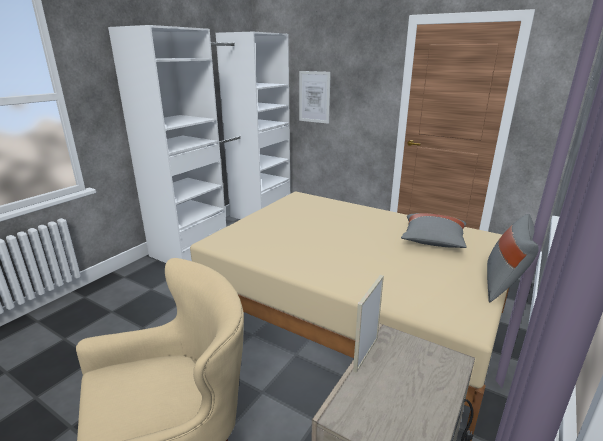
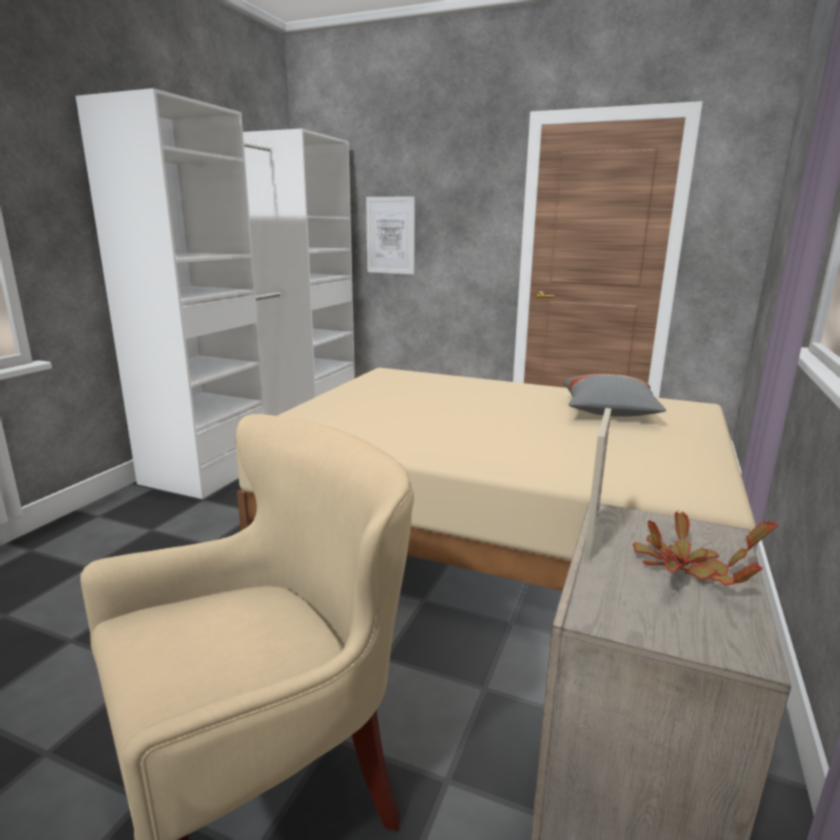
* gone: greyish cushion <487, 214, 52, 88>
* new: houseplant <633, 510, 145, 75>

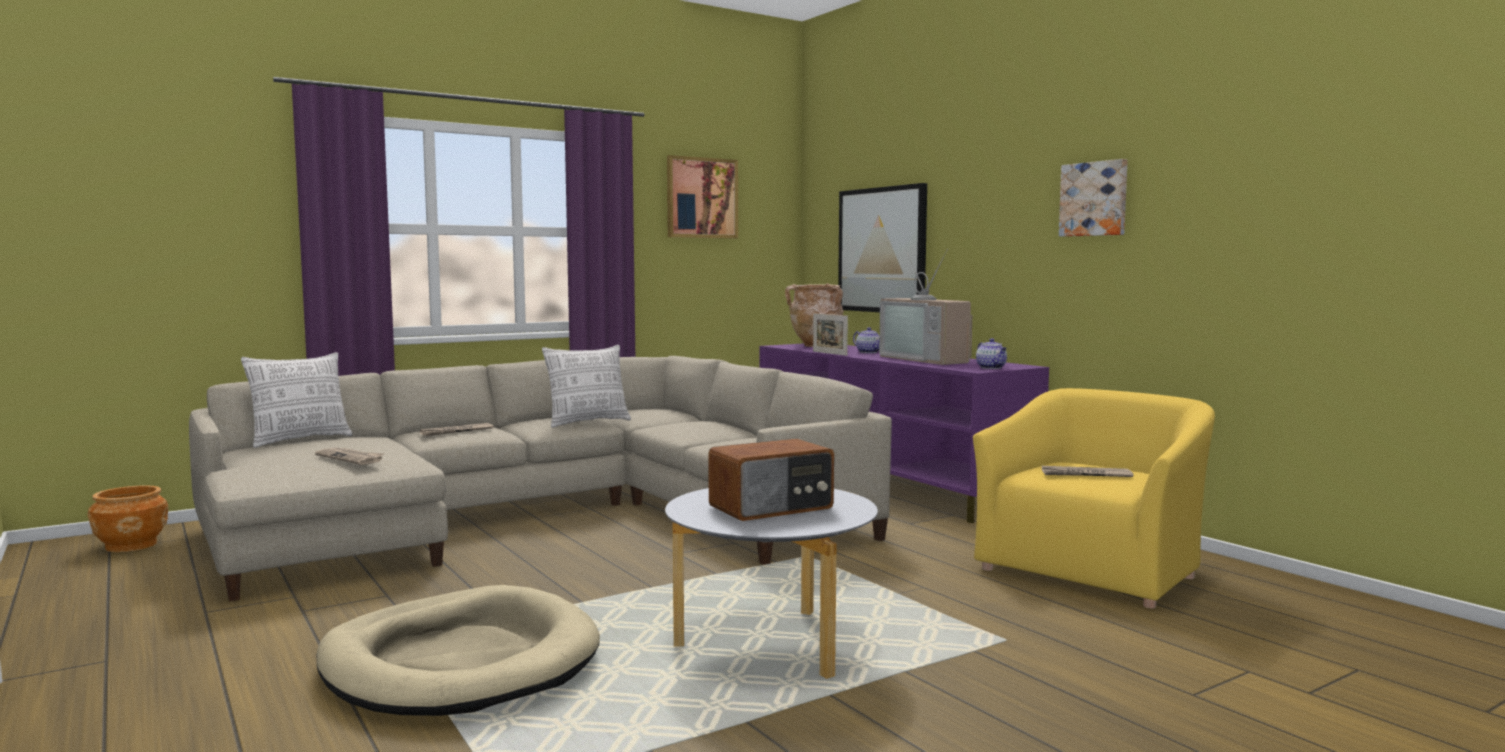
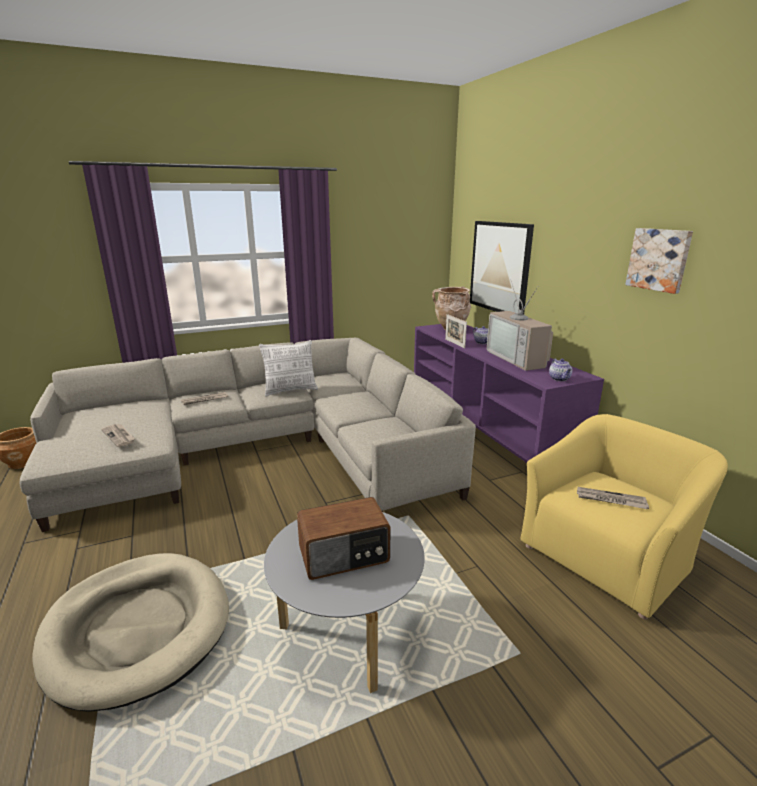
* gone: wall art <667, 155, 71, 84>
* gone: cushion <241, 352, 111, 96>

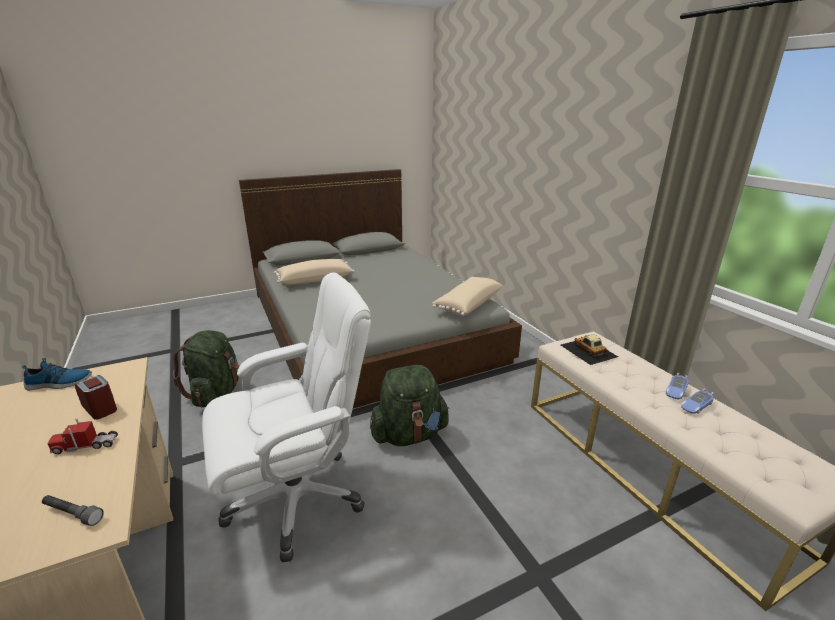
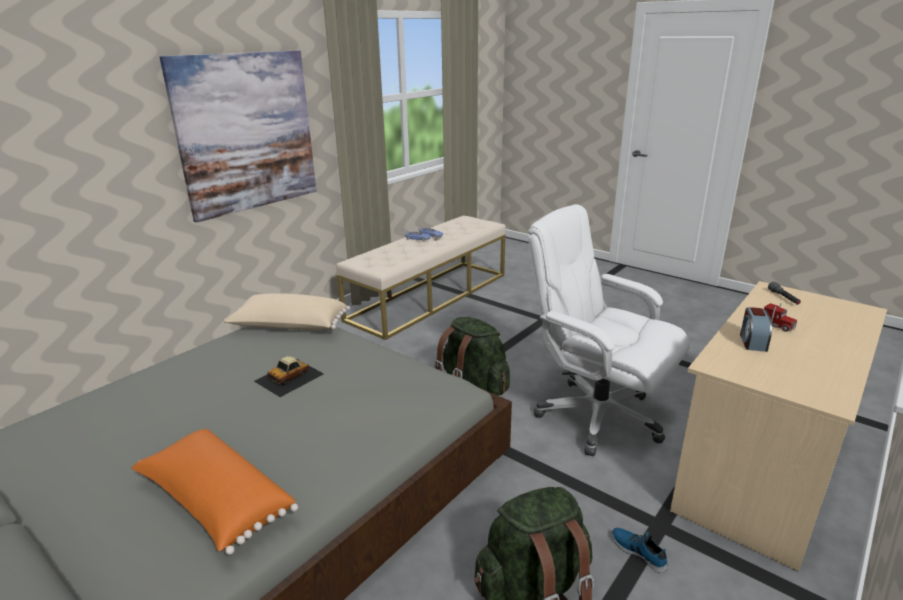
* repainted: sand-coloured cushion <274, 259, 81, 26> to orange-coloured cushion <132, 429, 166, 126>
* shifted: miniature car <561, 335, 57, 30> to <254, 356, 70, 41>
* shifted: item of footwear <22, 358, 70, 32> to <612, 528, 56, 45>
* new: wall art <160, 50, 156, 173>

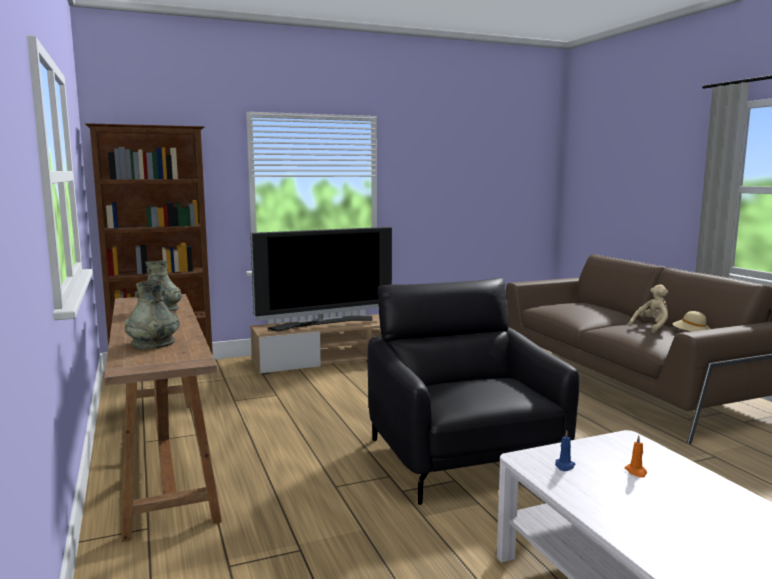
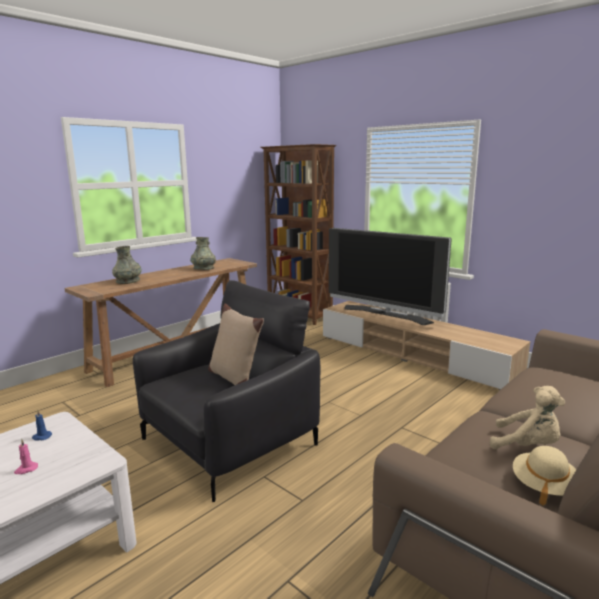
* repainted: orange-coloured candle <624, 435, 23, 43> to pink candle <14, 439, 24, 35>
* new: sand-coloured cushion <208, 304, 56, 81>

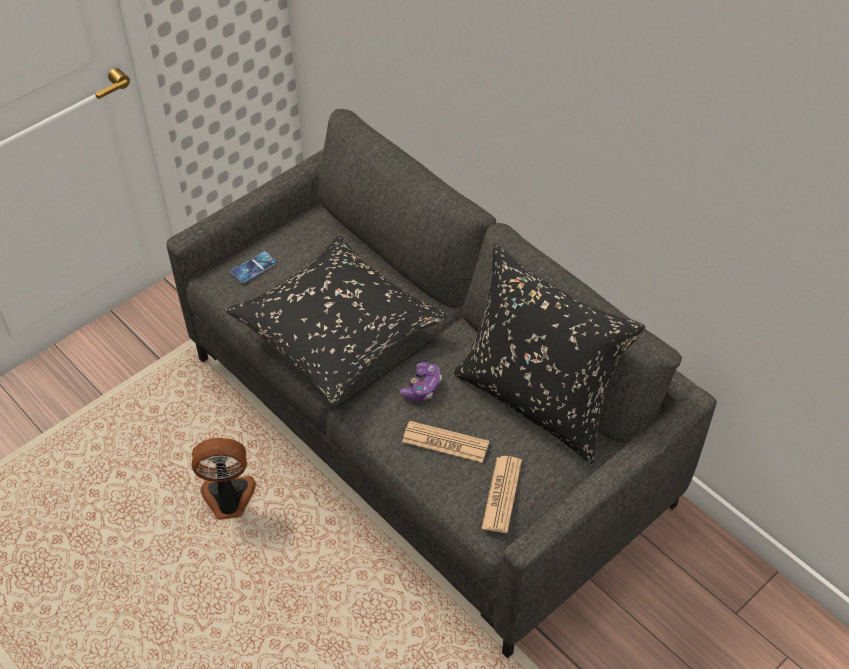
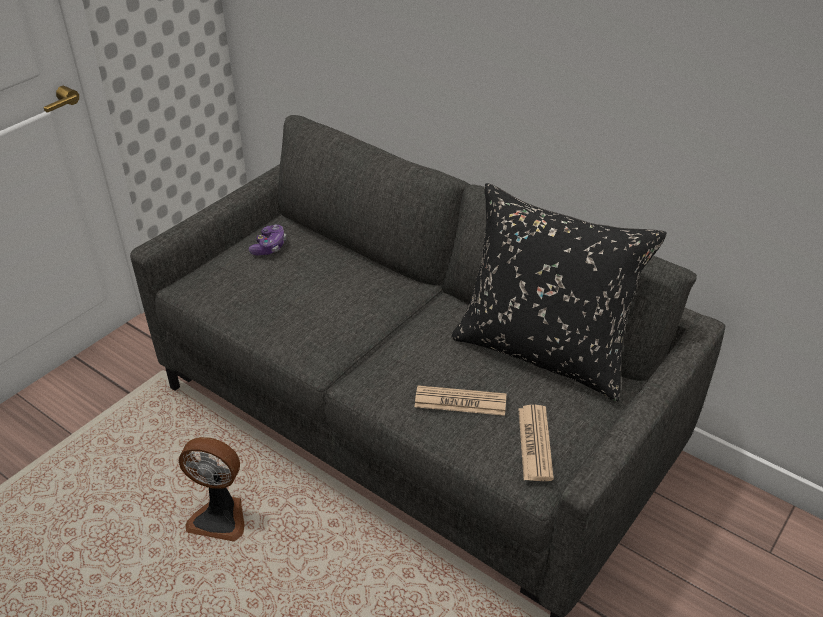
* gone: black cushion <225, 236, 224, 169>
* gone: phone <230, 251, 47, 32>
* shifted: gamepad <400, 362, 42, 39> to <249, 224, 37, 31>
* rotated: cooling fan <192, 438, 64, 82> = <179, 437, 65, 105> 150 degrees counterclockwise

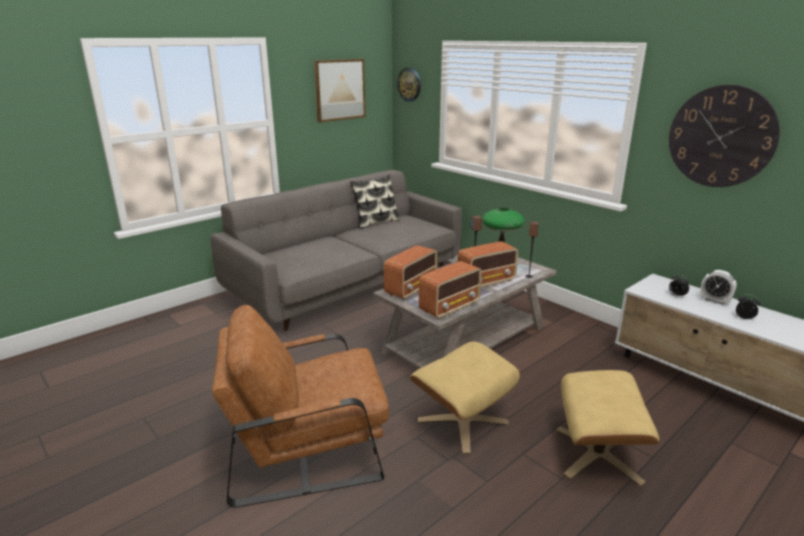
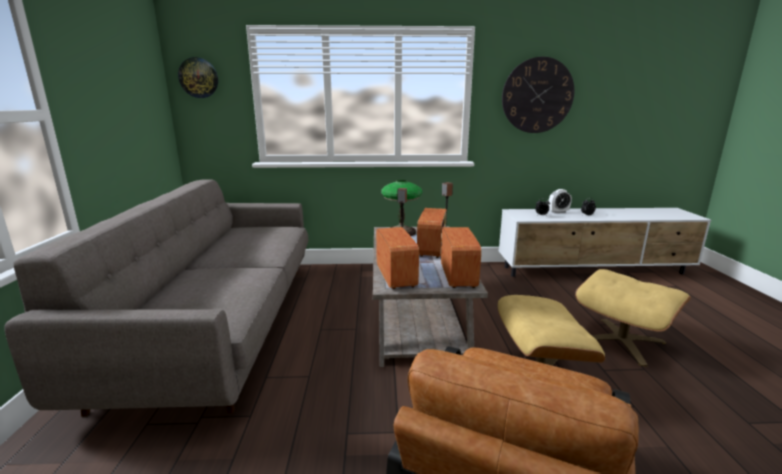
* gone: wall art <314, 59, 52, 63>
* gone: cushion <350, 174, 50, 55>

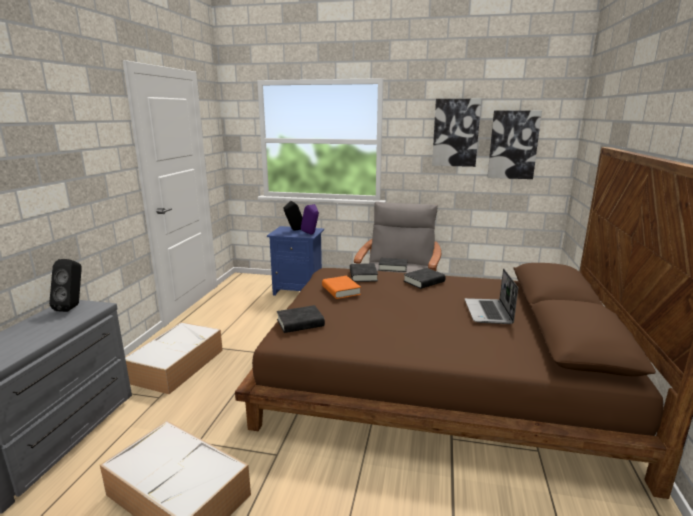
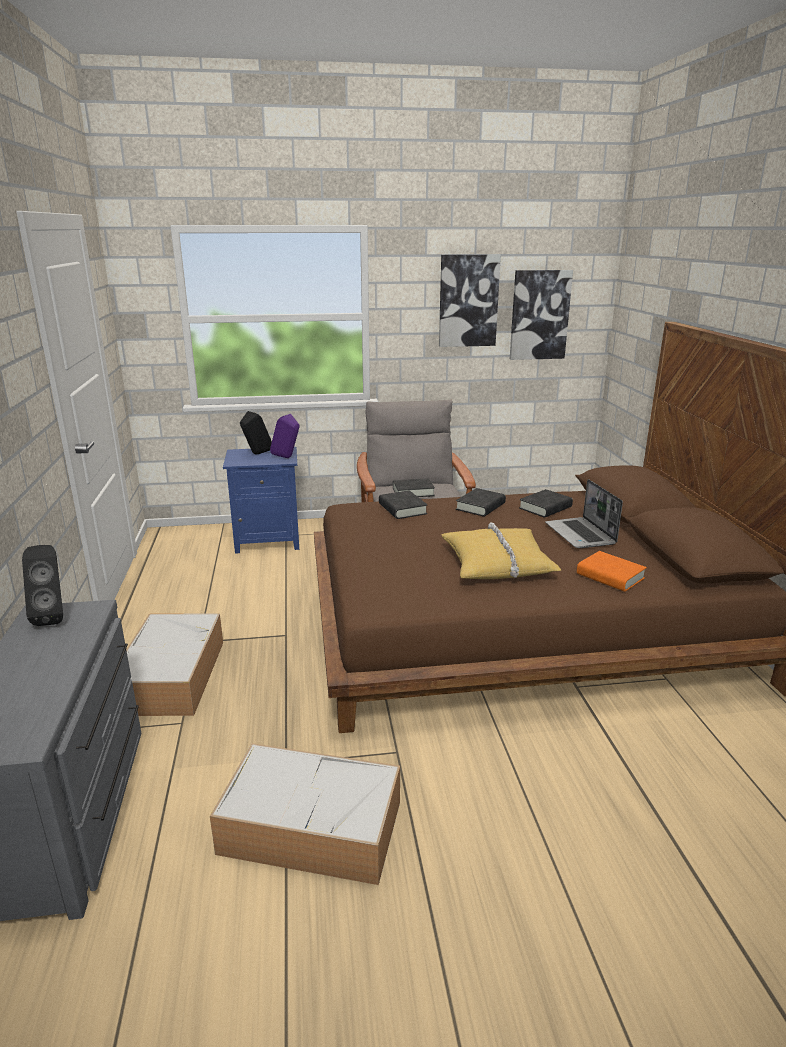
* shifted: orange-coloured bound book <322, 276, 39, 23> to <577, 551, 70, 41>
* shifted: black bound book <277, 305, 48, 28> to <519, 489, 54, 29>
* new: yellow cushion <441, 522, 120, 57>

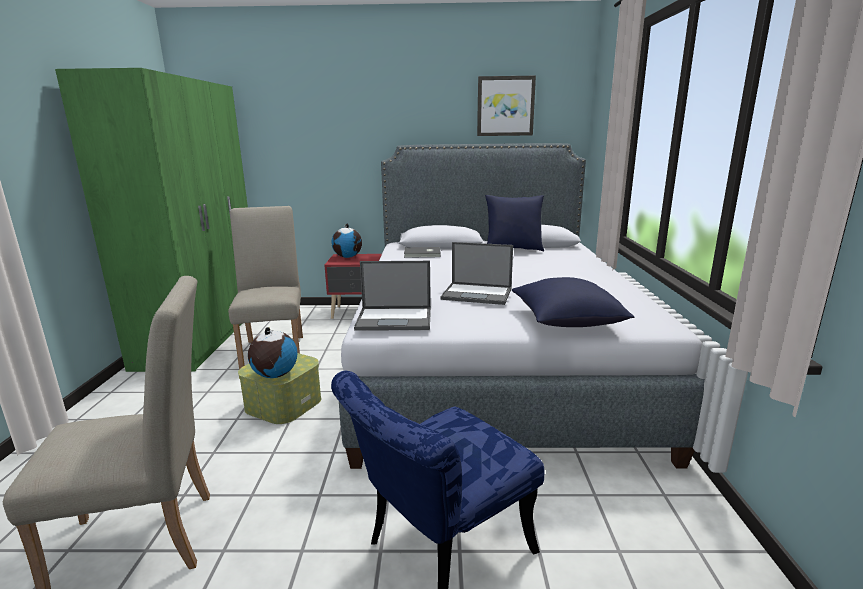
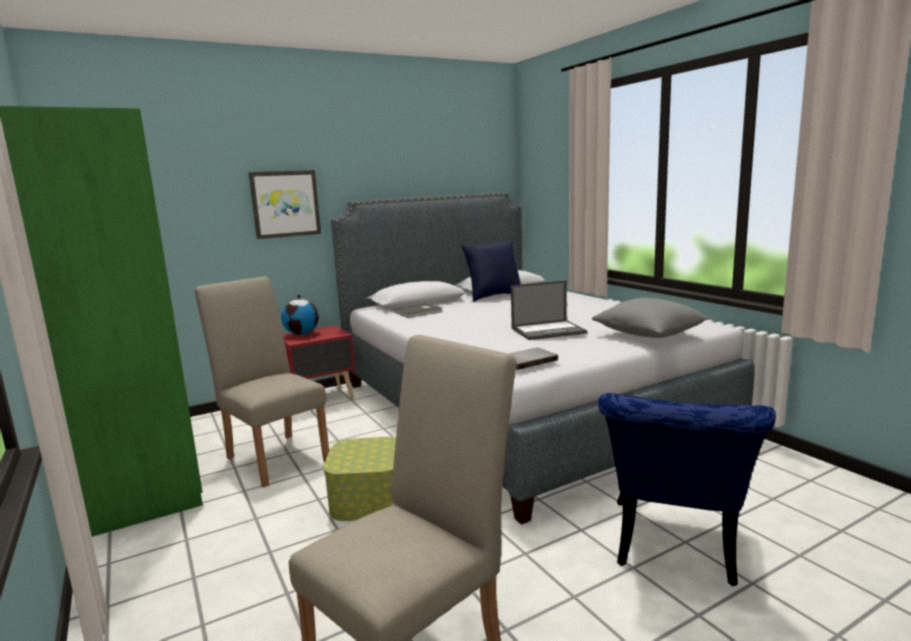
* shifted: wall art <477, 76, 59, 60> to <248, 170, 73, 69>
* swapped: notebook computer <354, 261, 77, 70> to greyish bound book <509, 348, 49, 22>
* repainted: blue cushion <512, 277, 123, 50> to greyish cushion <592, 298, 117, 40>
* gone: desk globe <248, 327, 50, 51>

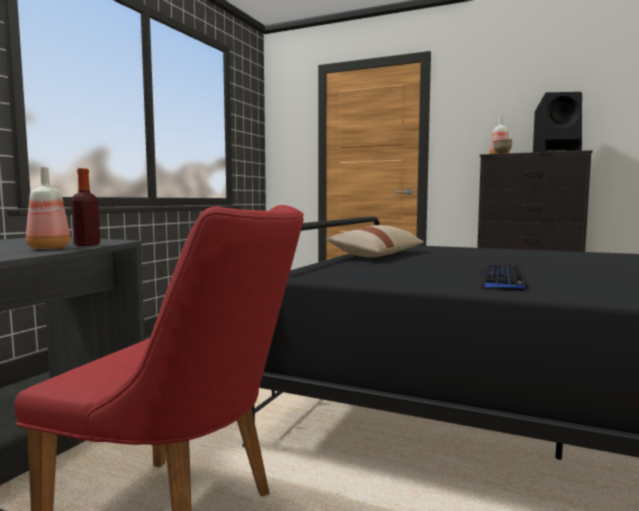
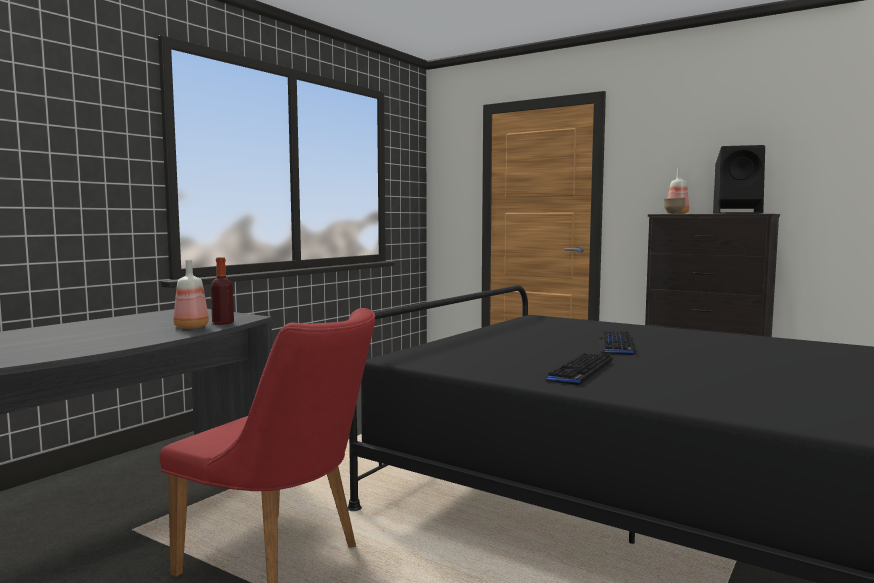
* gone: sand-coloured cushion <325, 225, 99, 32>
* new: PC keyboard <599, 331, 36, 24>

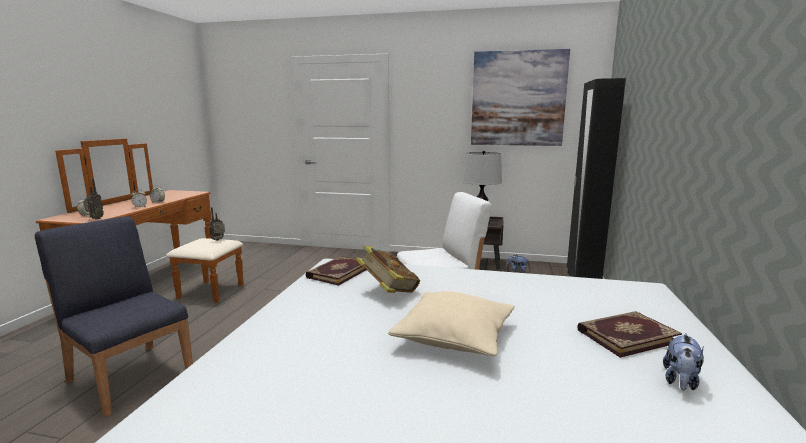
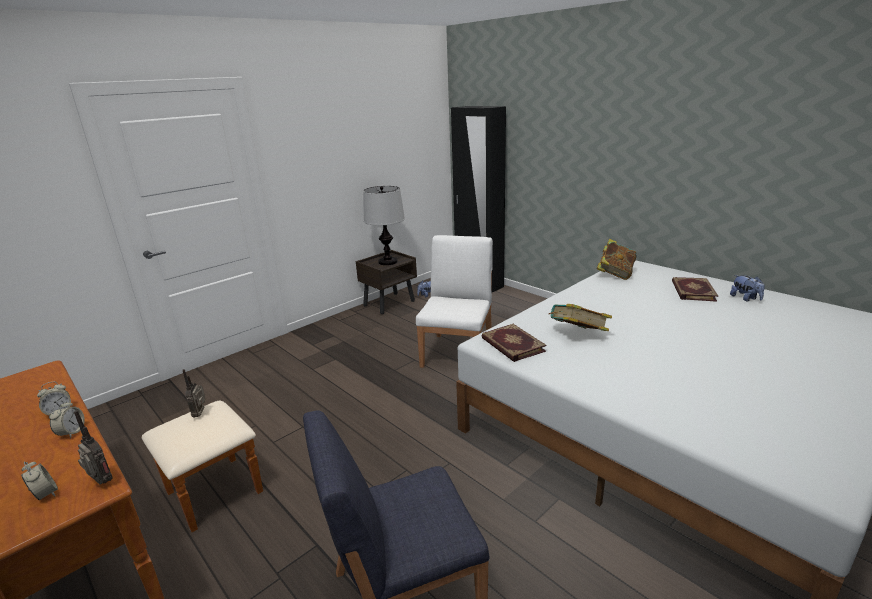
* gone: wall art <471, 49, 99, 97>
* gone: sand-coloured cushion <388, 291, 127, 65>
* new: bound book <597, 239, 40, 41>

